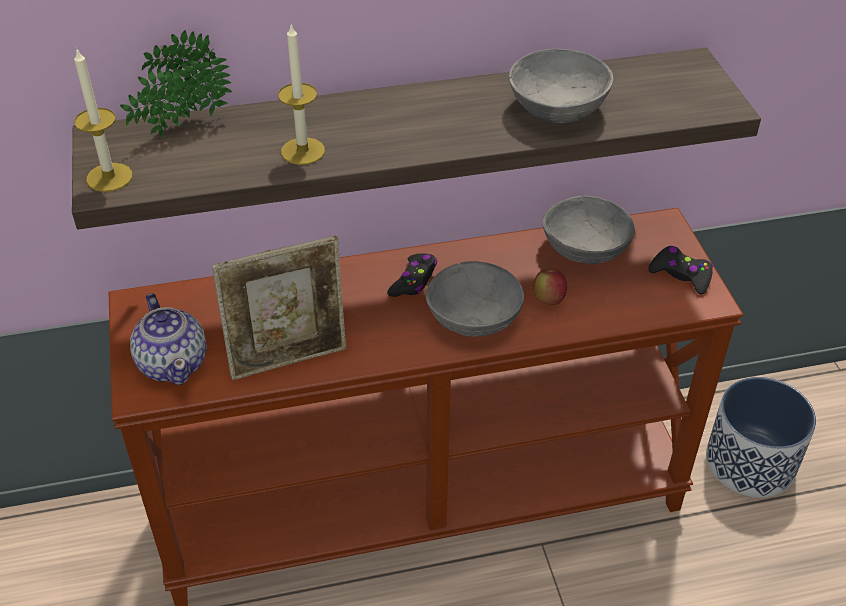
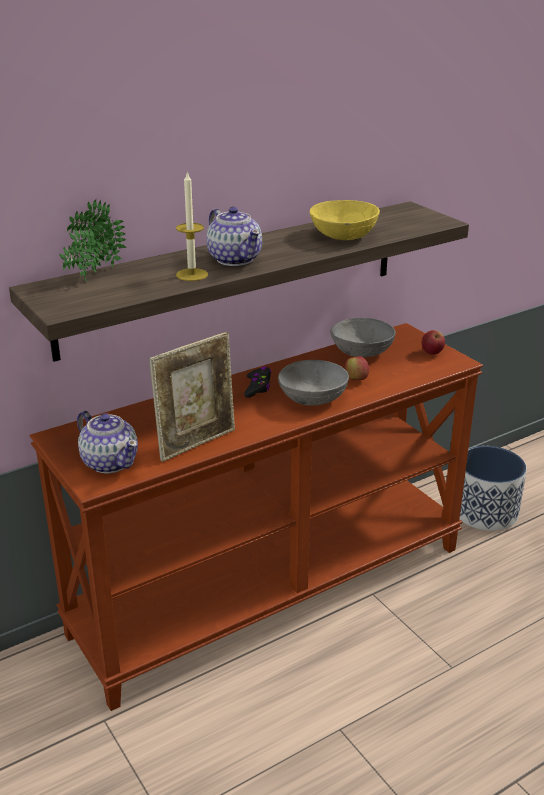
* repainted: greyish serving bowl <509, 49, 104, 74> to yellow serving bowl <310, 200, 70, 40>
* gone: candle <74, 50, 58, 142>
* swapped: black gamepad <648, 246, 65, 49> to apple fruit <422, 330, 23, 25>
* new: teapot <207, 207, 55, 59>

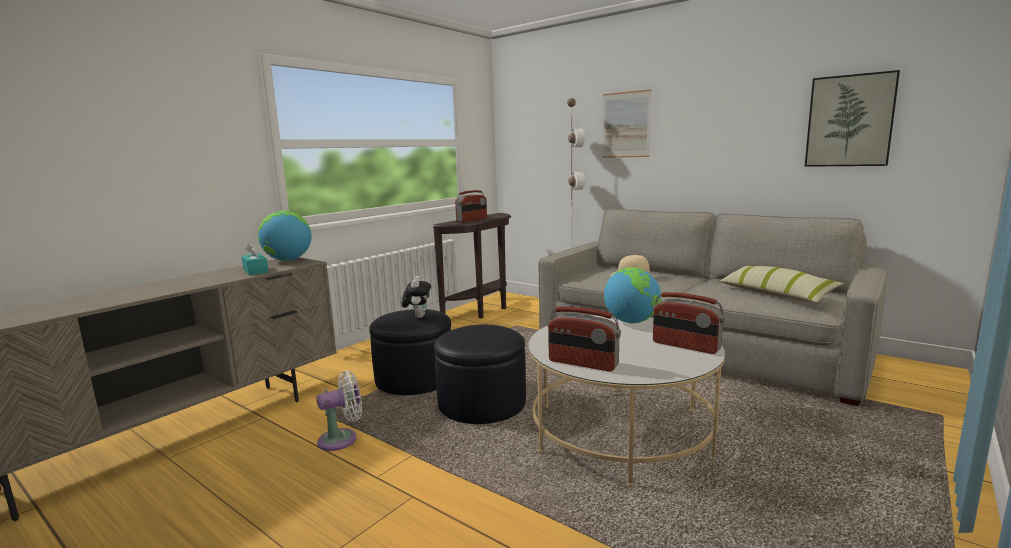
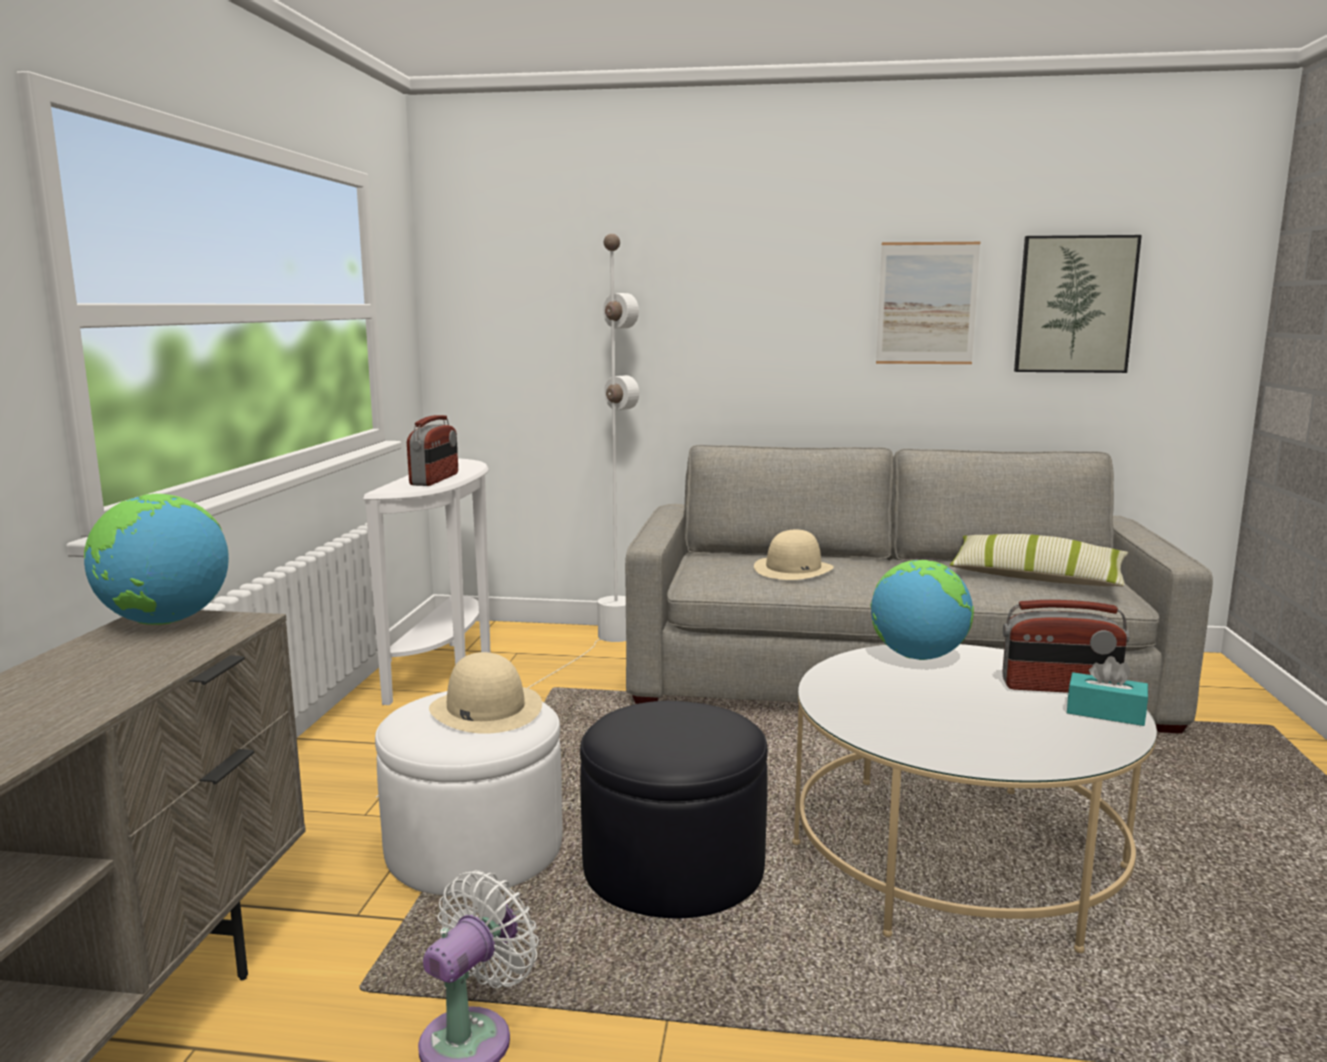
* shifted: wall art <603, 89, 48, 69> to <876, 242, 104, 122>
* repainted: brownish console table <432, 213, 79, 106> to white console table <363, 458, 127, 247>
* shifted: turquoise box of tissues <241, 243, 27, 32> to <1067, 656, 81, 70>
* swapped: soft toy <402, 276, 29, 42> to sand-coloured wearable hat <429, 652, 113, 82>
* gone: radio <548, 307, 73, 64>
* repainted: black ottoman <369, 309, 82, 86> to white ottoman <375, 691, 188, 205>

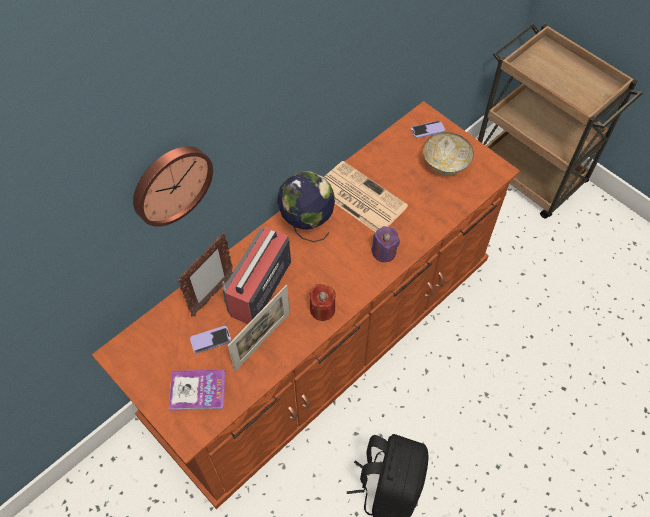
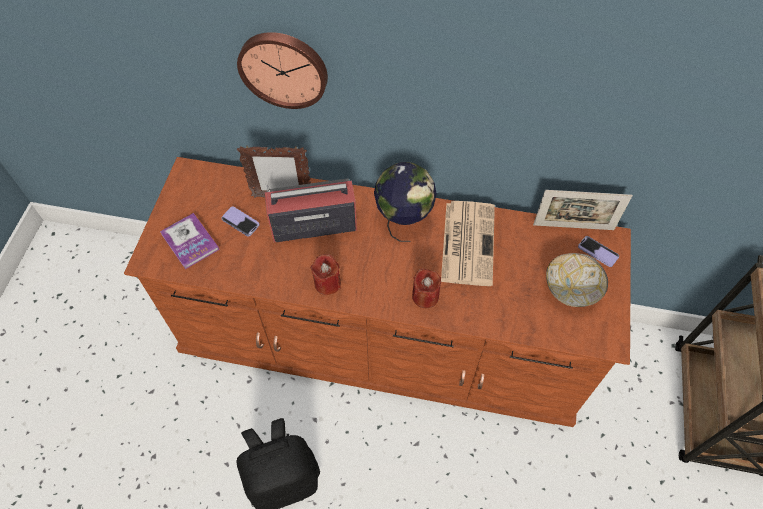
* repainted: purple-coloured candle <371, 226, 29, 36> to red-coloured candle <412, 269, 29, 39>
* shifted: picture frame <228, 285, 62, 86> to <533, 190, 100, 40>

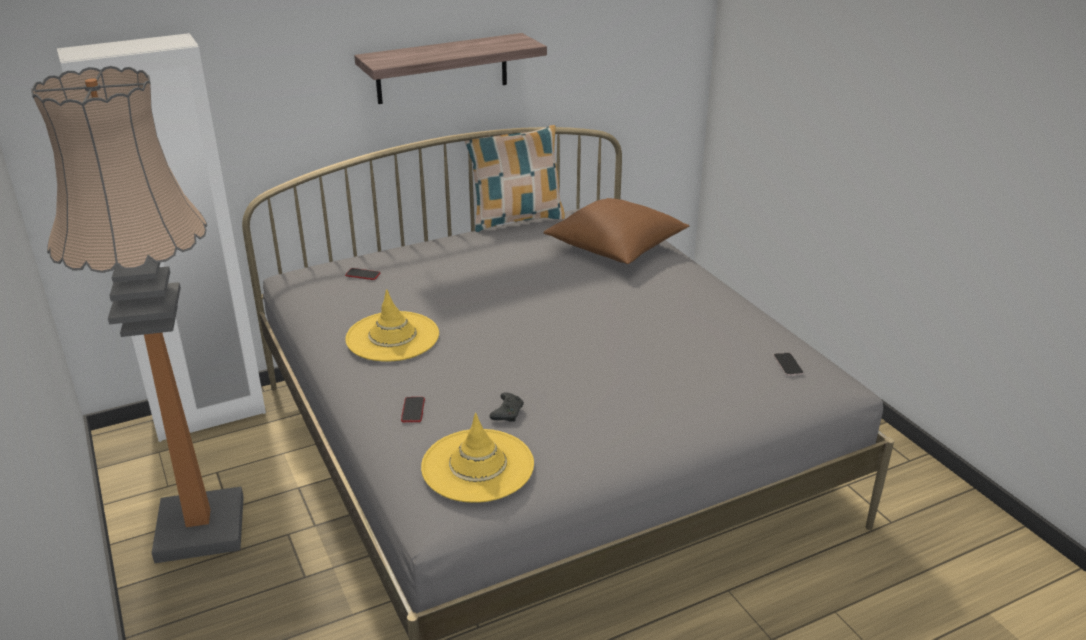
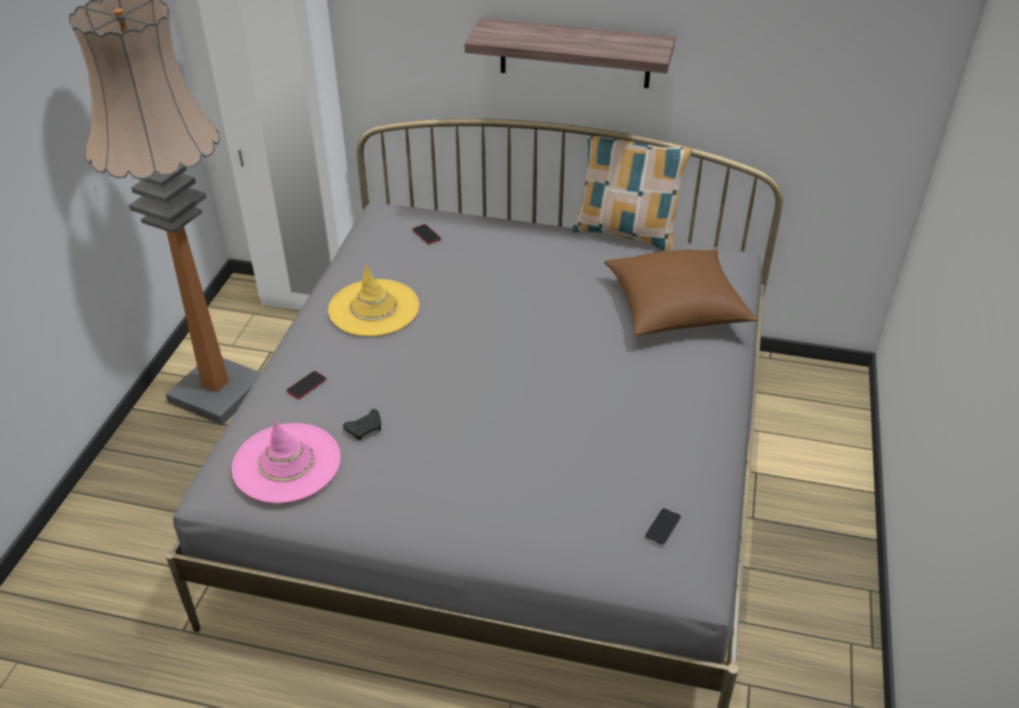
* repainted: yellow wearable hat <421, 413, 113, 90> to pink wearable hat <232, 419, 109, 84>

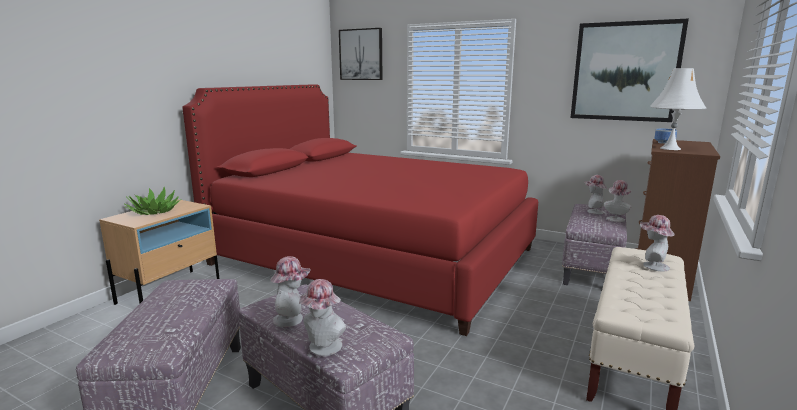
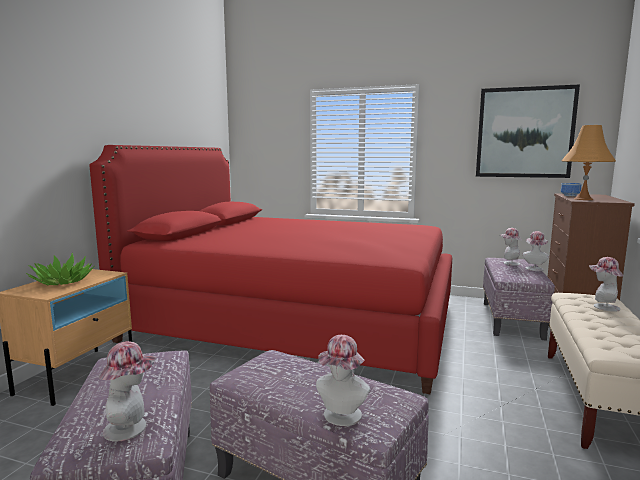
* gone: wall art <339, 28, 43, 52>
* repainted: white tabletop lamp <650, 68, 57, 82> to orange-coloured tabletop lamp <561, 125, 55, 75>
* shifted: wearable hat <270, 256, 41, 71> to <99, 341, 57, 100>

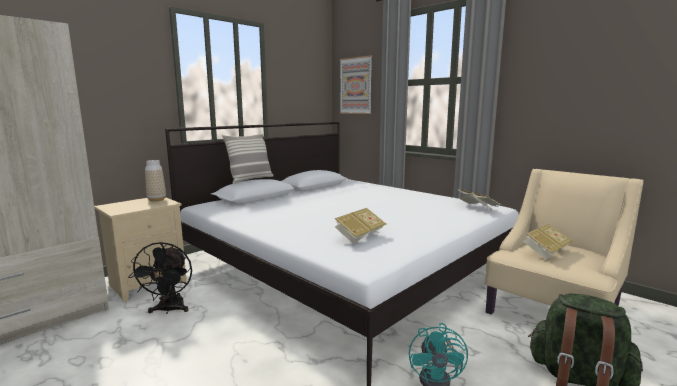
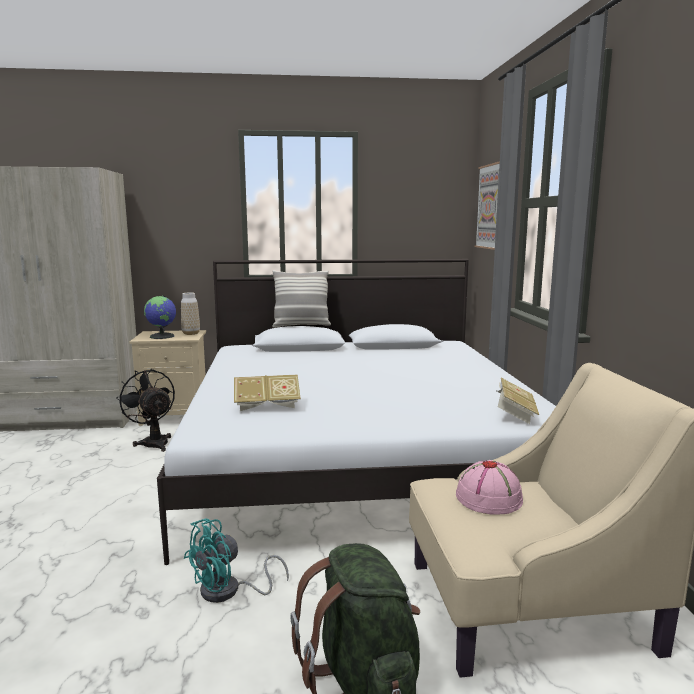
* swapped: bound book <523, 224, 50, 36> to pink wearable hat <456, 460, 67, 55>
* rotated: black cooling fan <129, 242, 63, 72> = <116, 369, 59, 83> 105 degrees clockwise
* new: desk globe <144, 295, 32, 44>

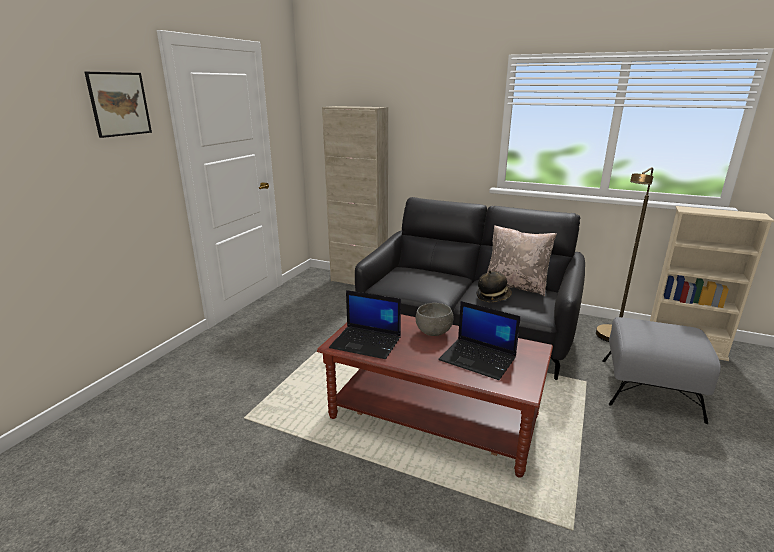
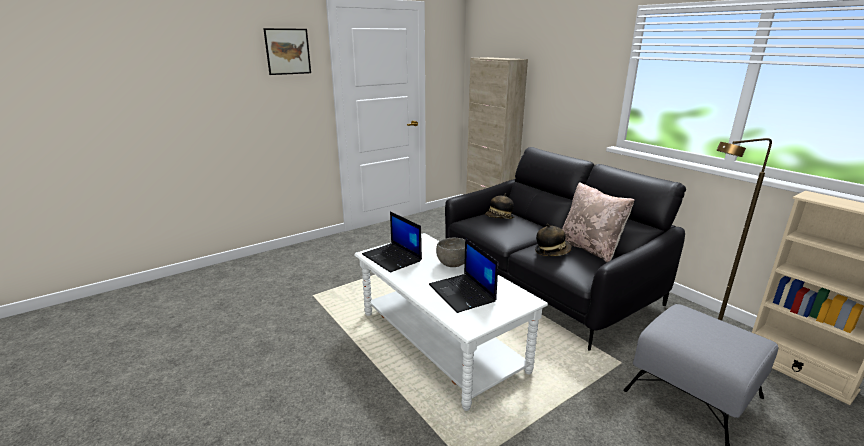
* repainted: brownish low table <317, 314, 236, 164> to white low table <354, 233, 194, 178>
* new: wearable hat <485, 193, 29, 26>

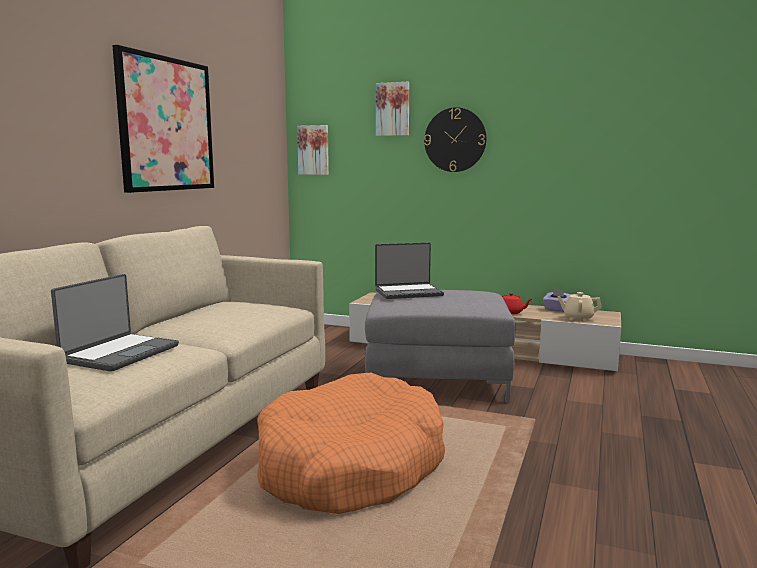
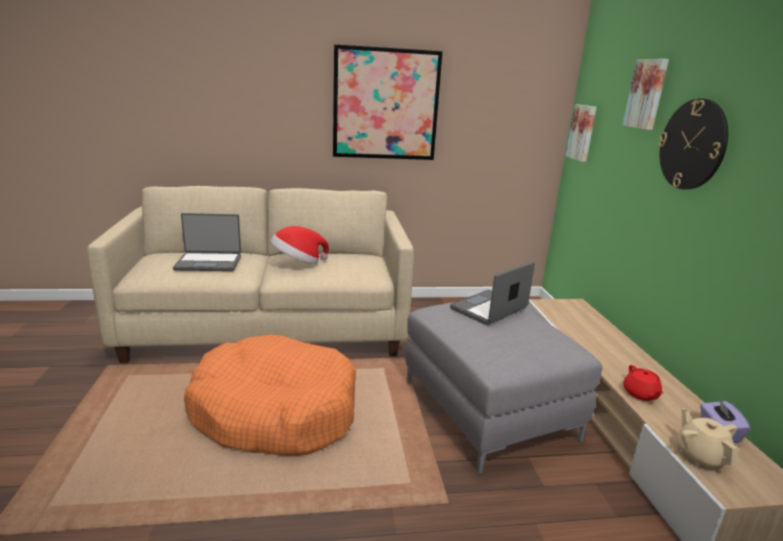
* rotated: notebook computer <375, 242, 69, 57> = <450, 261, 85, 64> 90 degrees clockwise
* new: wearable hat <270, 226, 59, 38>

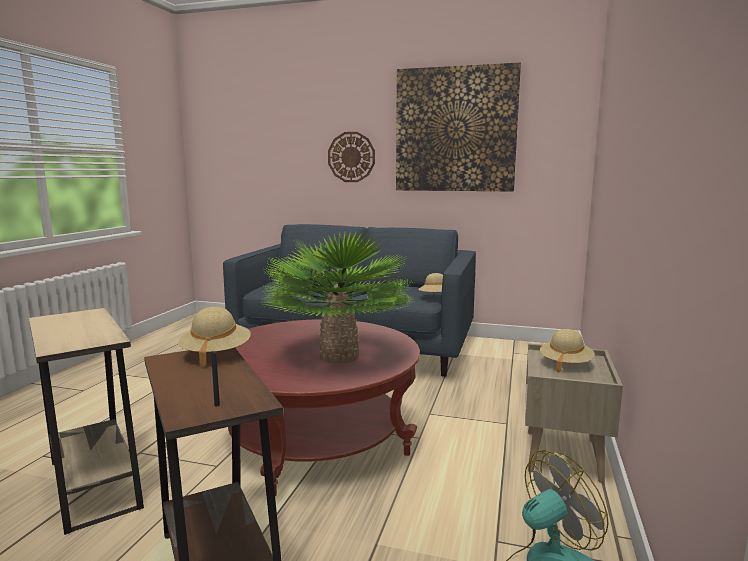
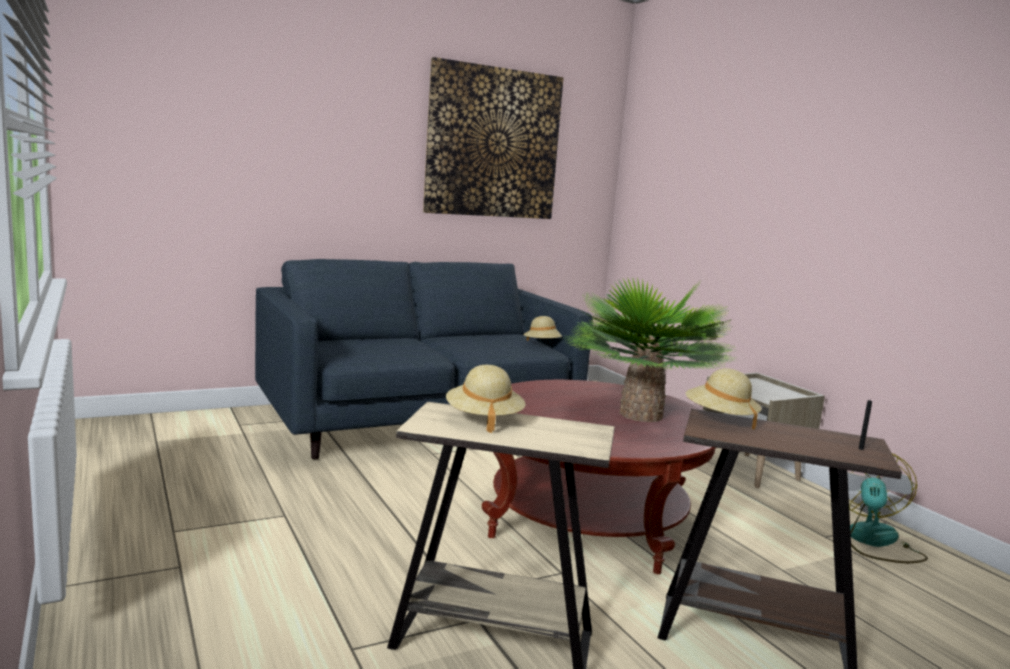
* gone: hanging clock <328, 132, 47, 50>
* shifted: sand-coloured wearable hat <540, 329, 55, 44> to <446, 365, 79, 68>

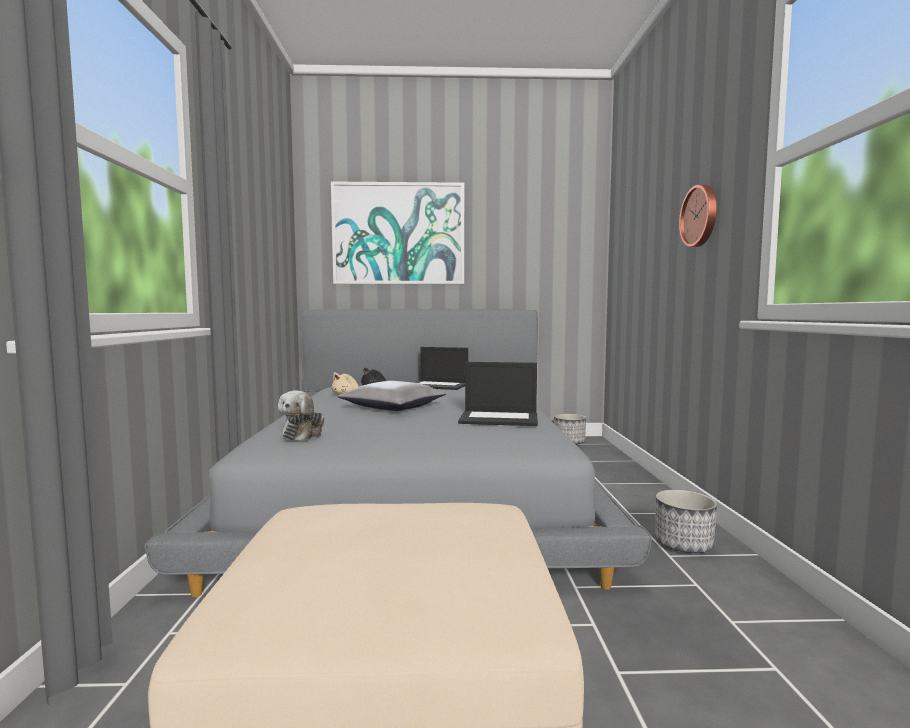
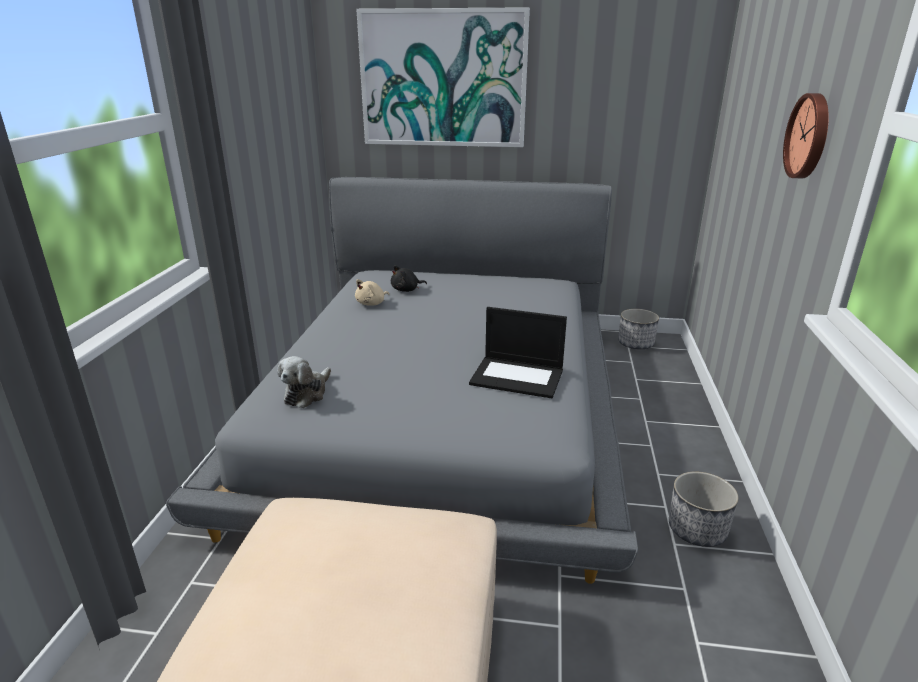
* gone: notebook computer <415, 347, 53, 43>
* gone: greyish cushion <337, 381, 109, 30>

